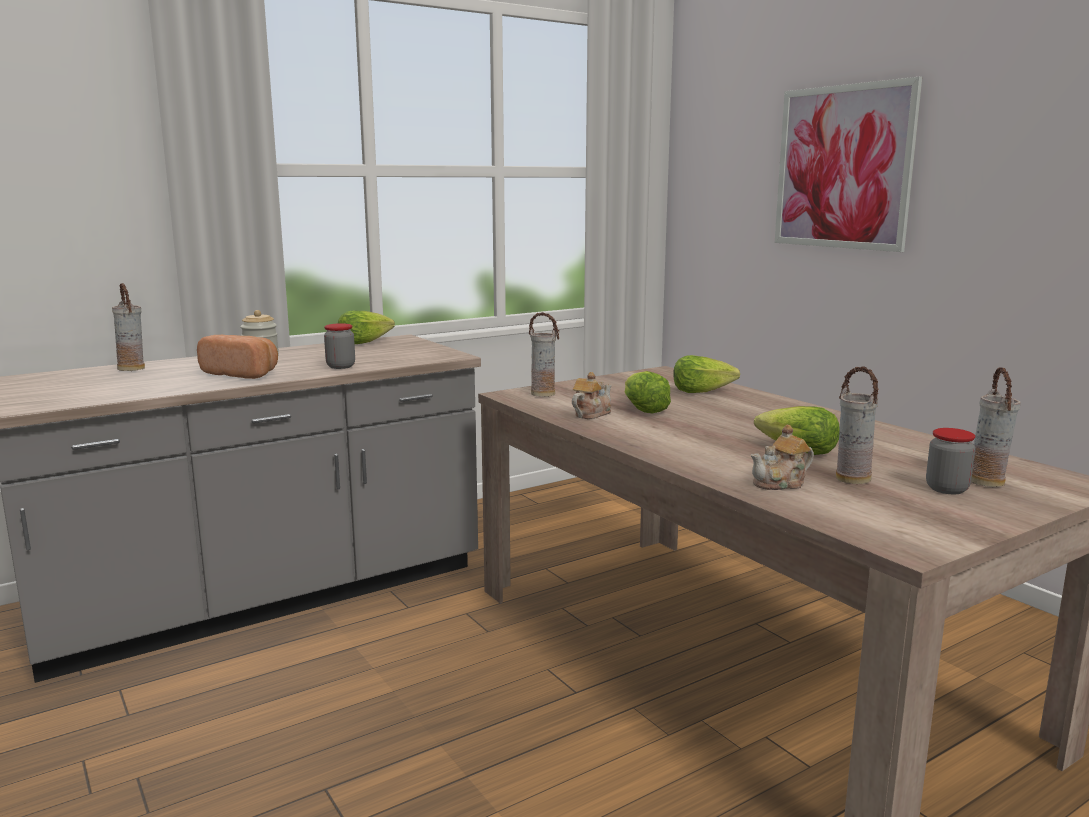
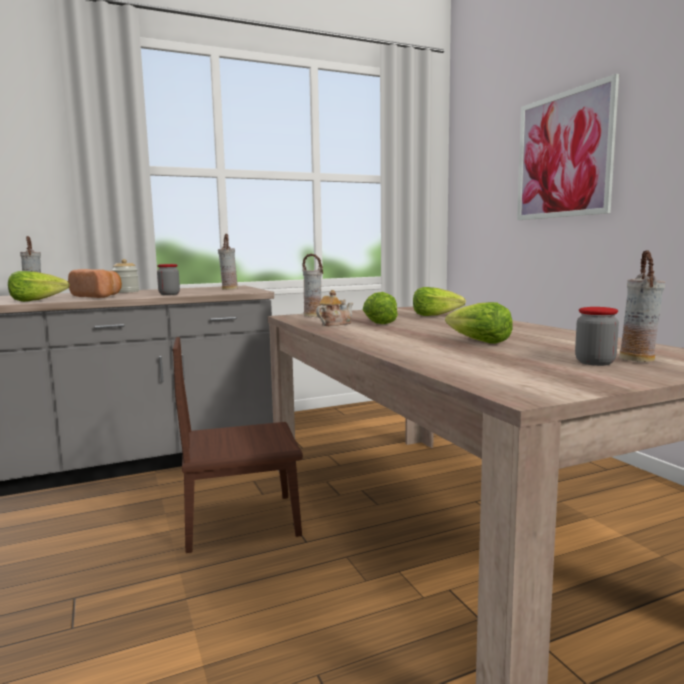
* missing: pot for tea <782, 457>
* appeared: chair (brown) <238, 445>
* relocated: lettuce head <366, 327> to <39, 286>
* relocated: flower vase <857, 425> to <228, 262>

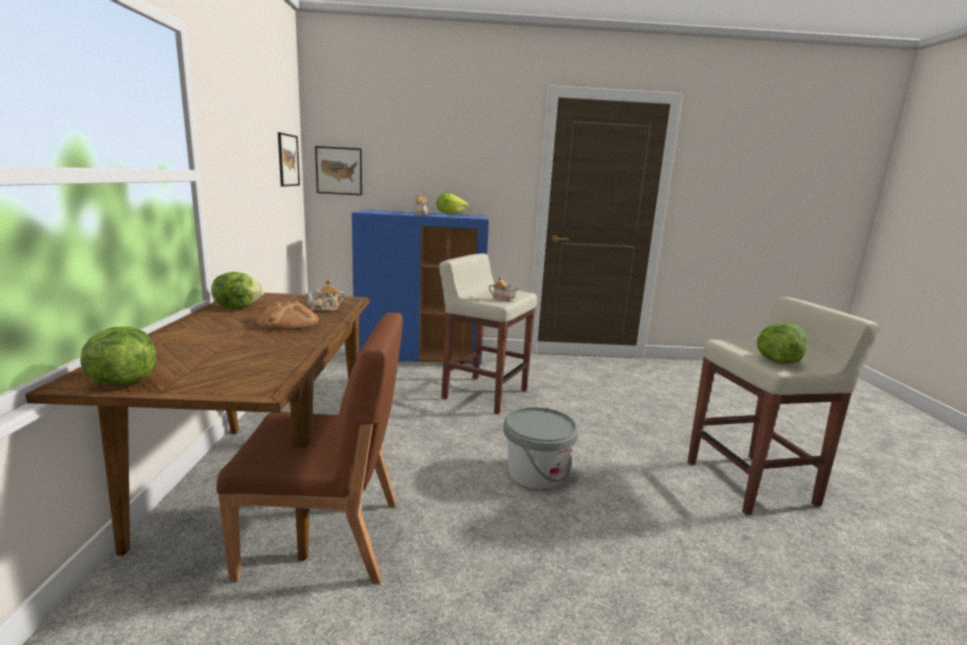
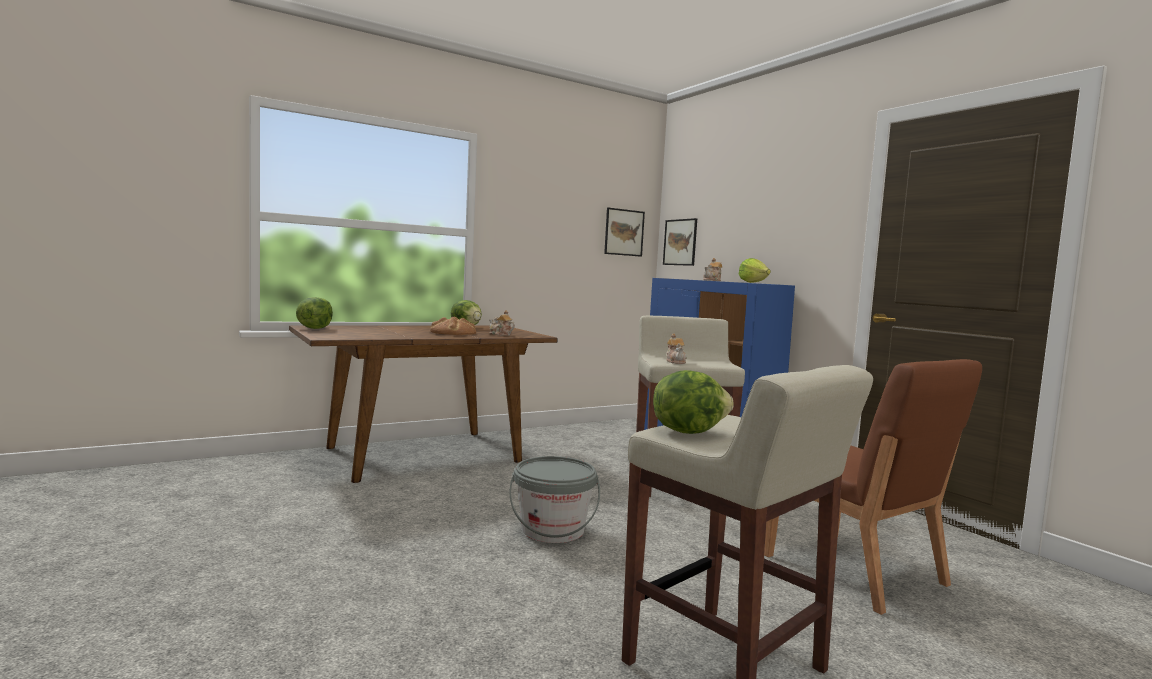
* relocated: chair (brown) <309, 448> to <873, 487>

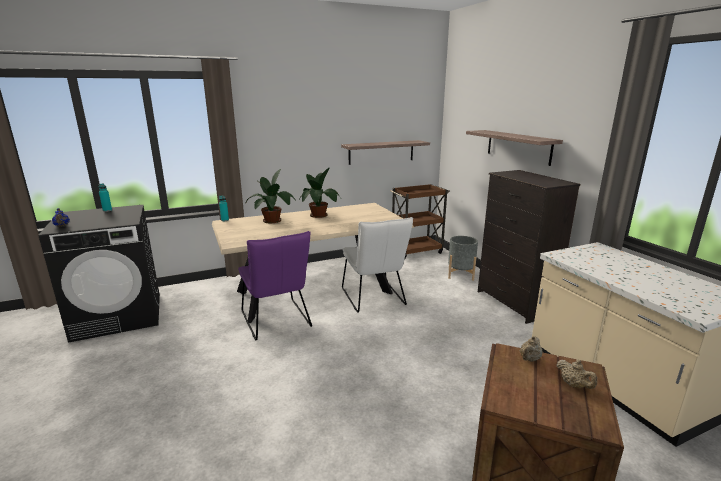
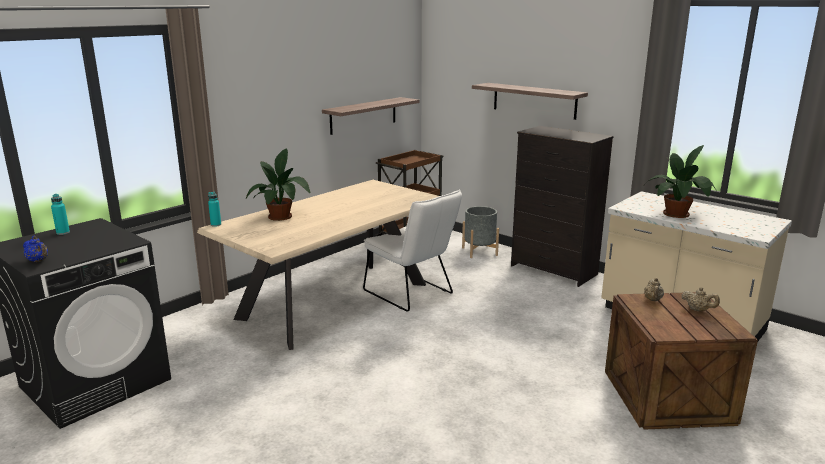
* missing: chair (purplish) <275, 285>
* relocated: plant in a pot <320, 193> to <681, 181>

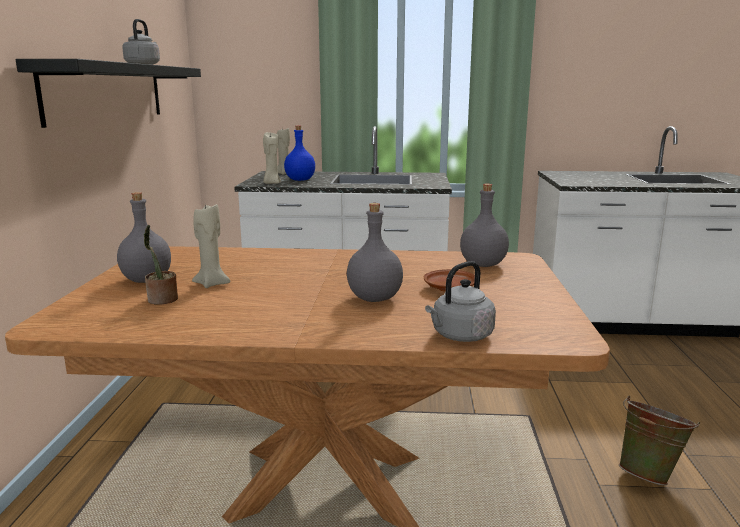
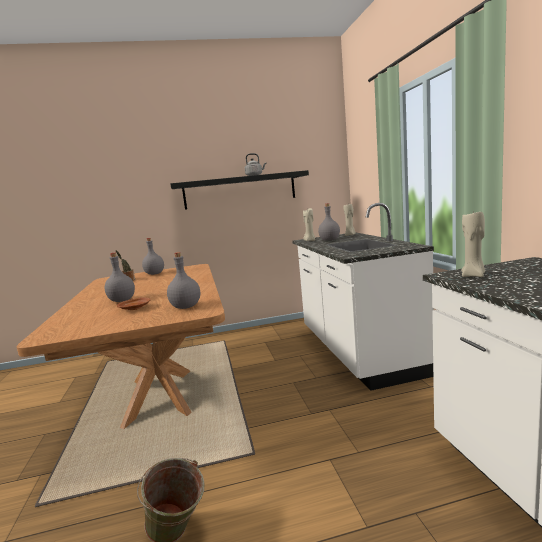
* missing: tea kettle (grey) <460, 301>
* relocated: wax candle (beige-coloured) <211, 246> to <473, 244>
* colour: beverage bottle (blue) <299, 153> to beverage bottle (grey) <329, 222>

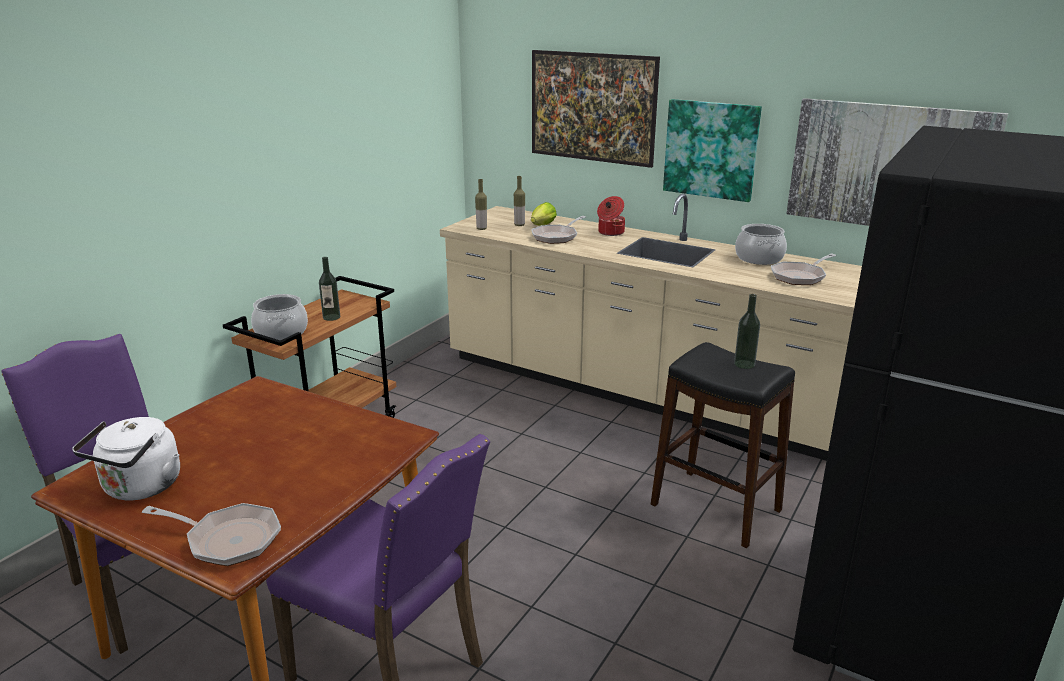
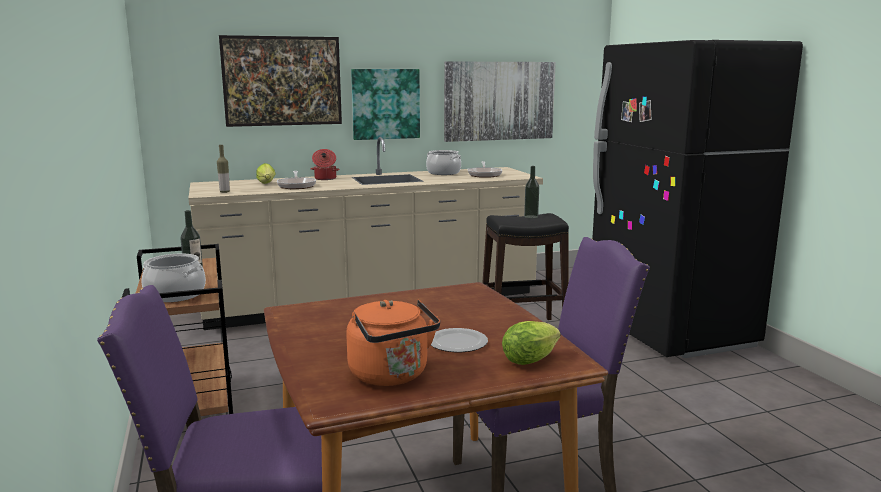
* missing: beverage bottle <519, 201>
* appeared: dinner plate <459, 340>
* exchanged: pan <211, 534> to lettuce head <531, 343>
* colour: tea kettle (whitish) <126, 458> to tea kettle (orange) <393, 343>

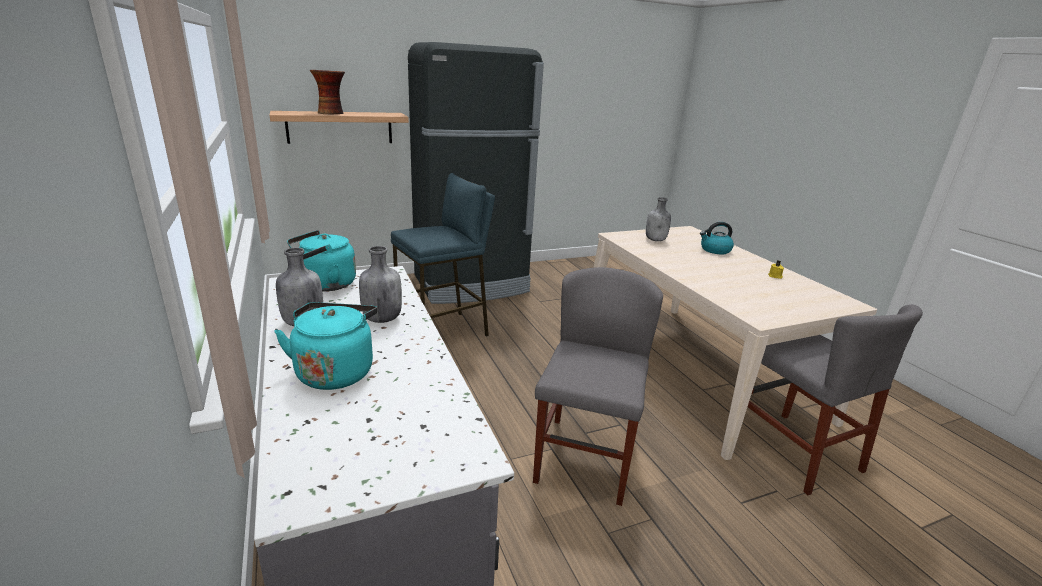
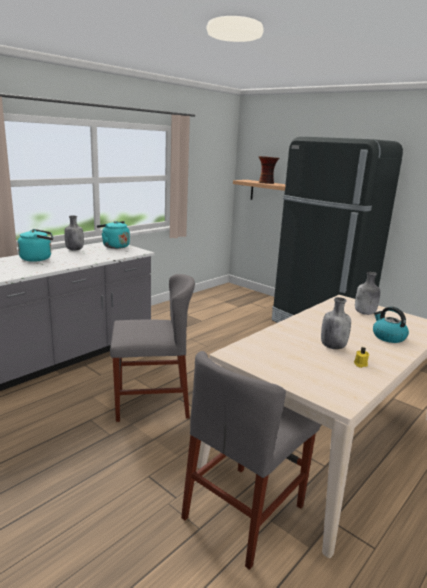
* missing: stool (blue) <443, 255>
* relocated: beverage bottle (grey) <380, 284> to <336, 323>

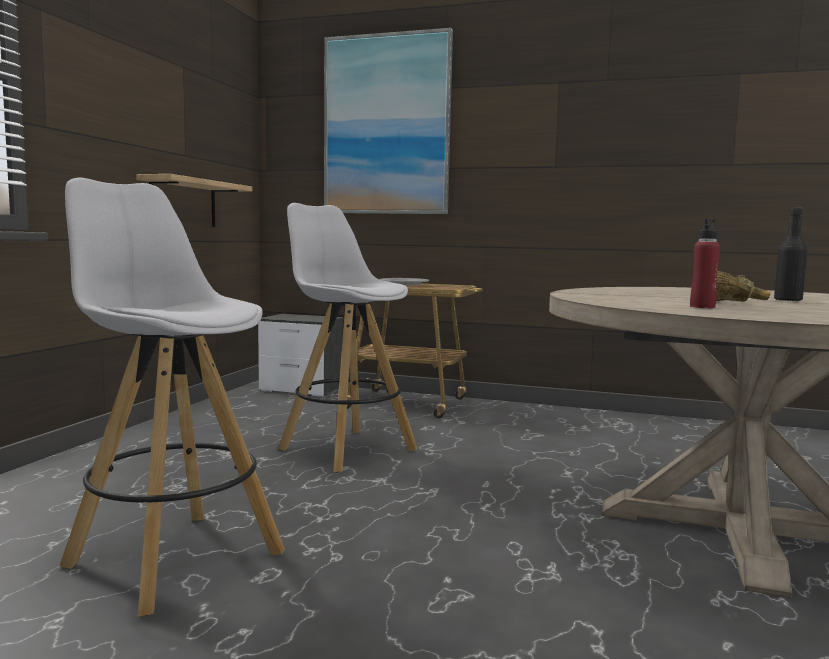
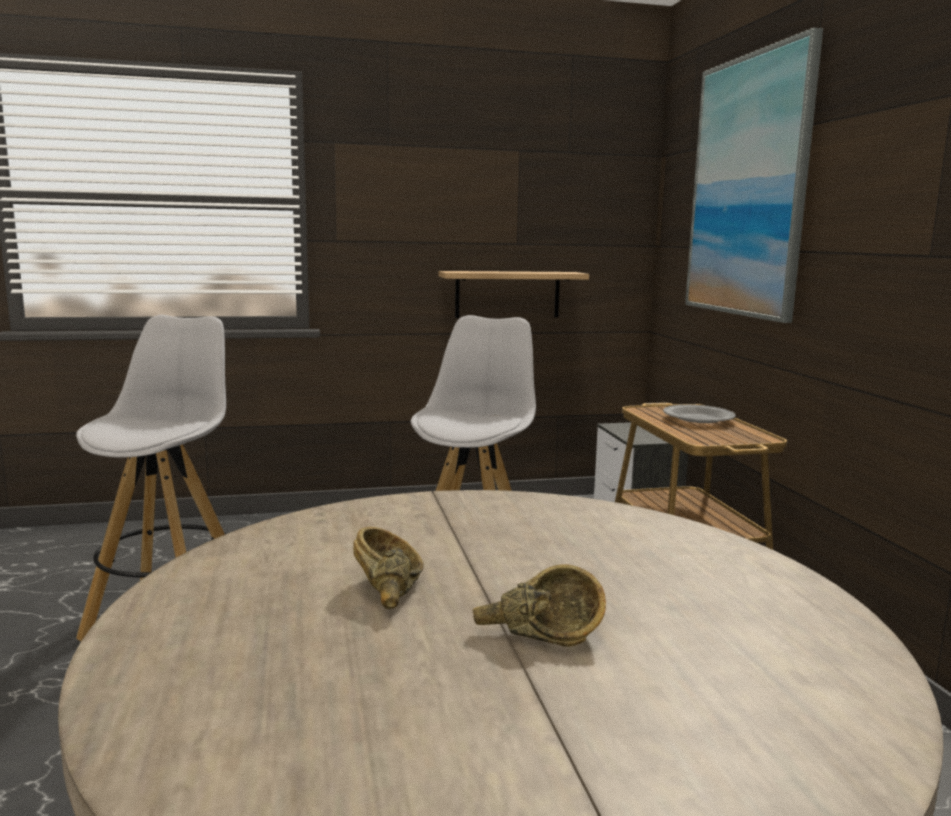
* missing: beverage bottle (red) <705, 263>
* exchanged: beverage bottle (blackish) <791, 254> to deep dish (brown) <539, 605>

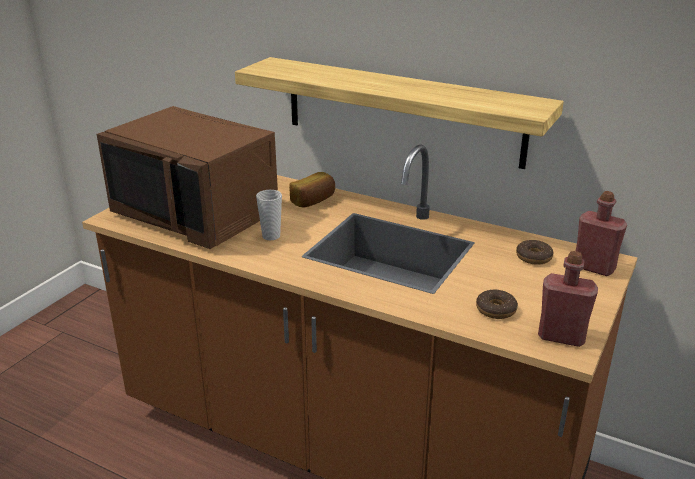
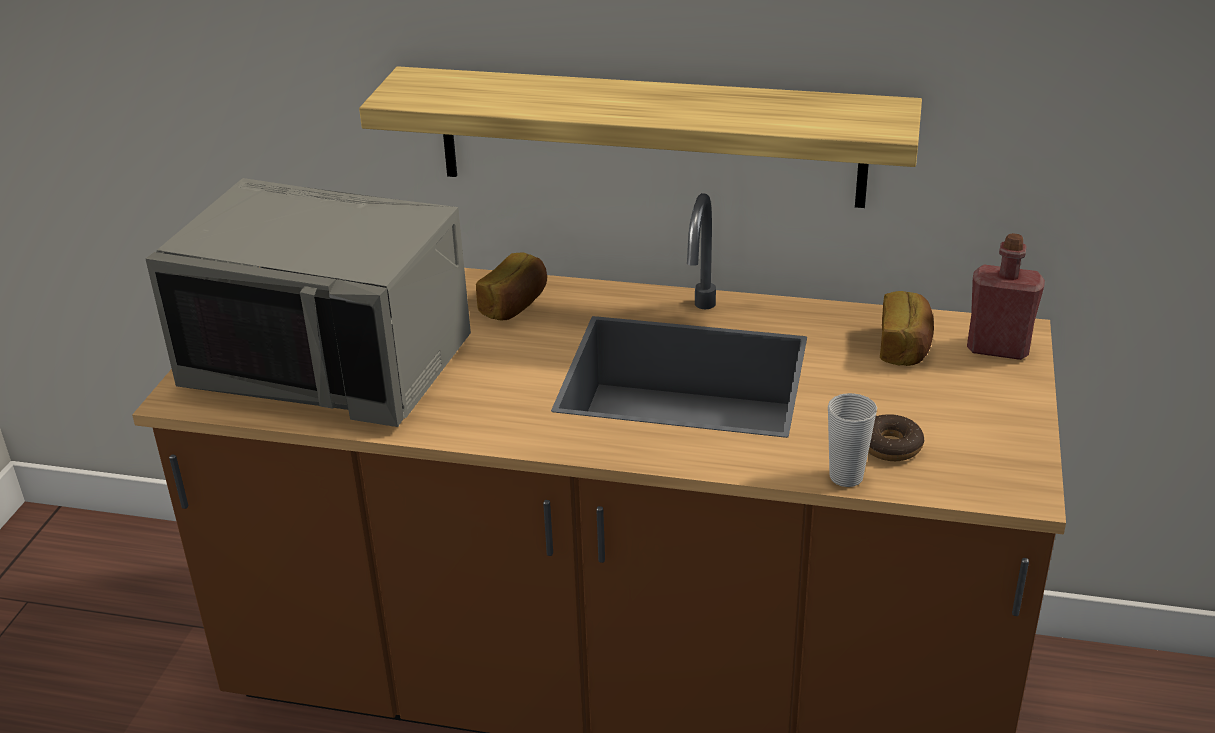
* missing: beverage bottle (red) <568, 299>
* relocated: small cup <269, 215> to <852, 440>
* exchanged: doughnut <534, 252> to baked bread <907, 328>
* colour: kitchen microwave (brown) <187, 177> to kitchen microwave (grey) <308, 302>

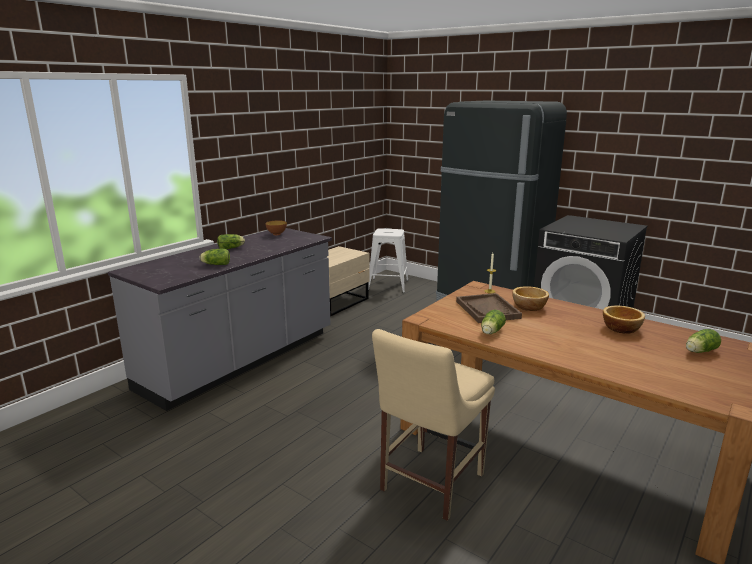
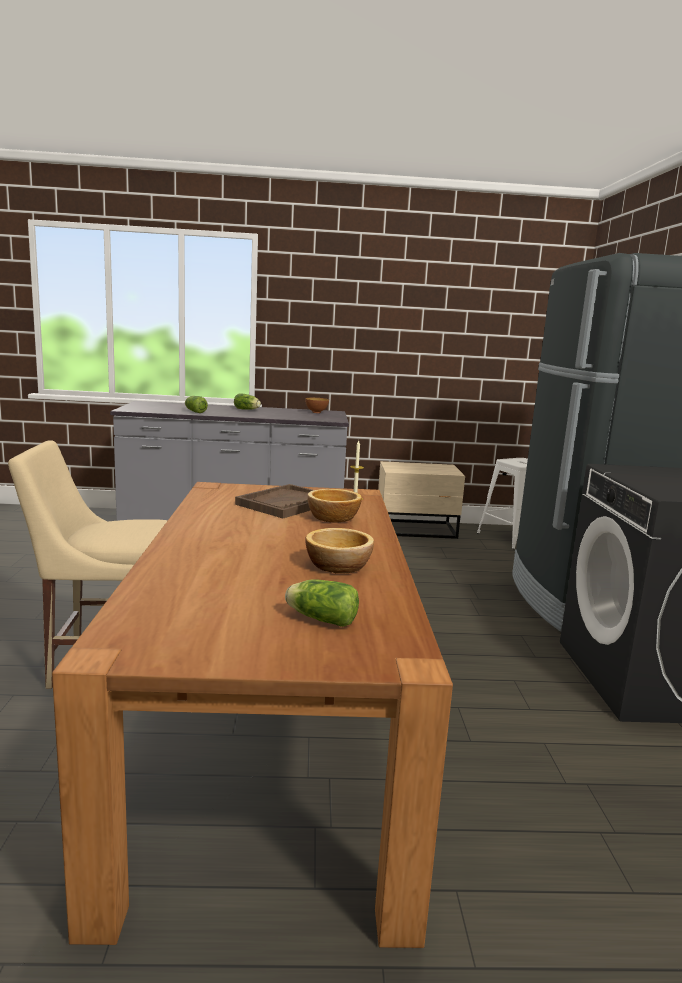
* missing: lettuce head <493, 322>

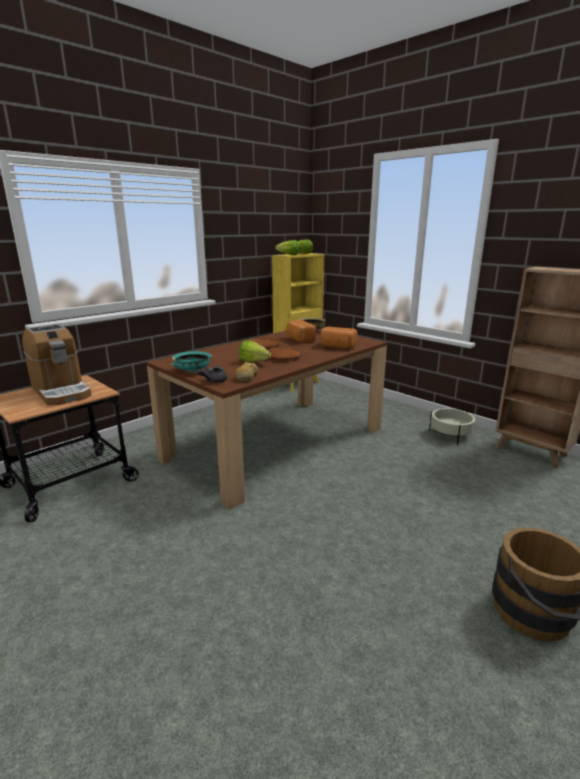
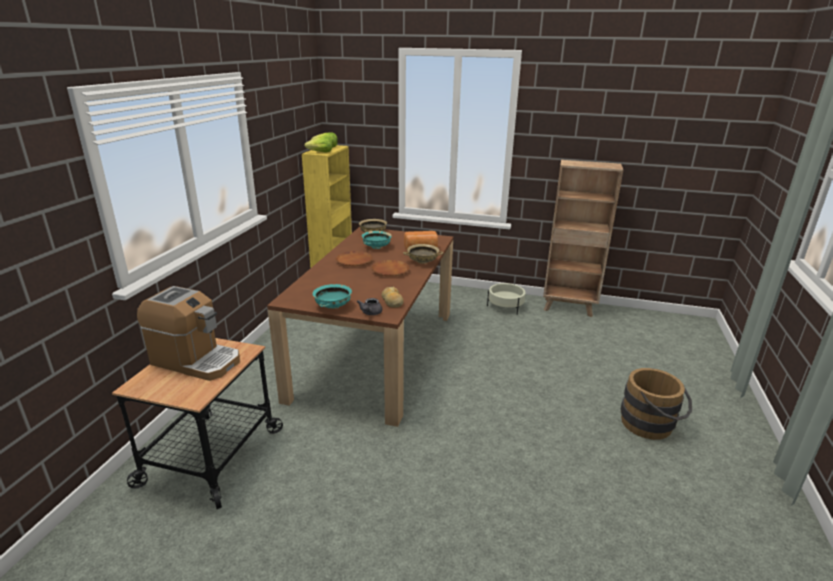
* missing: lettuce head <255, 351>
* appeared: deep dish (beige-coloured) <423, 254>
* exchanged: baked bread <301, 331> to deep dish (turquoise-coloured) <377, 240>

